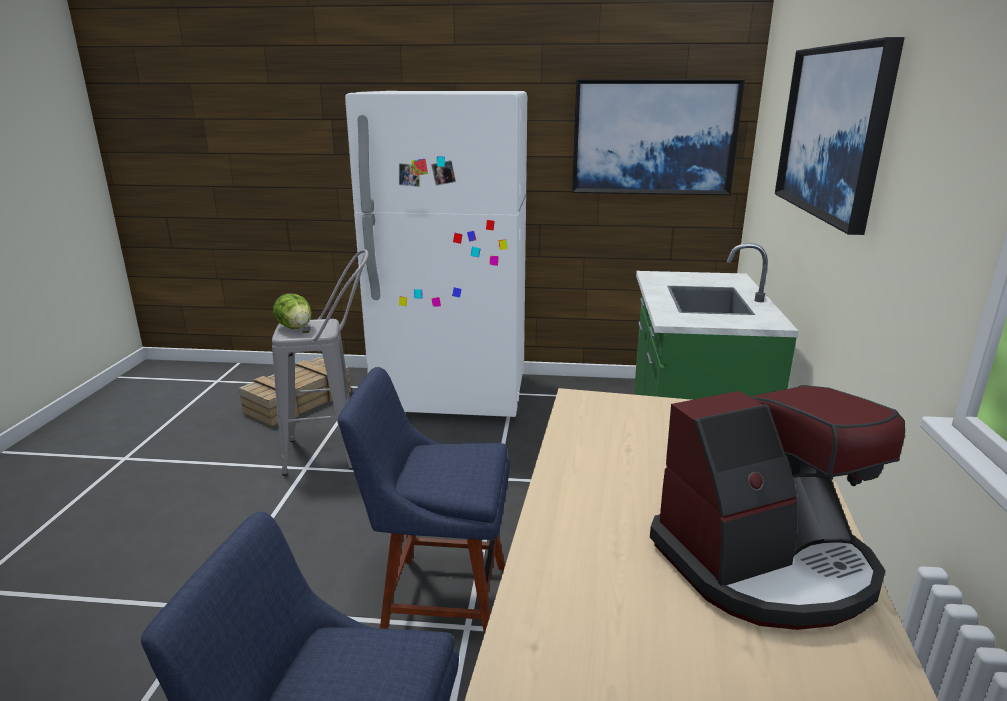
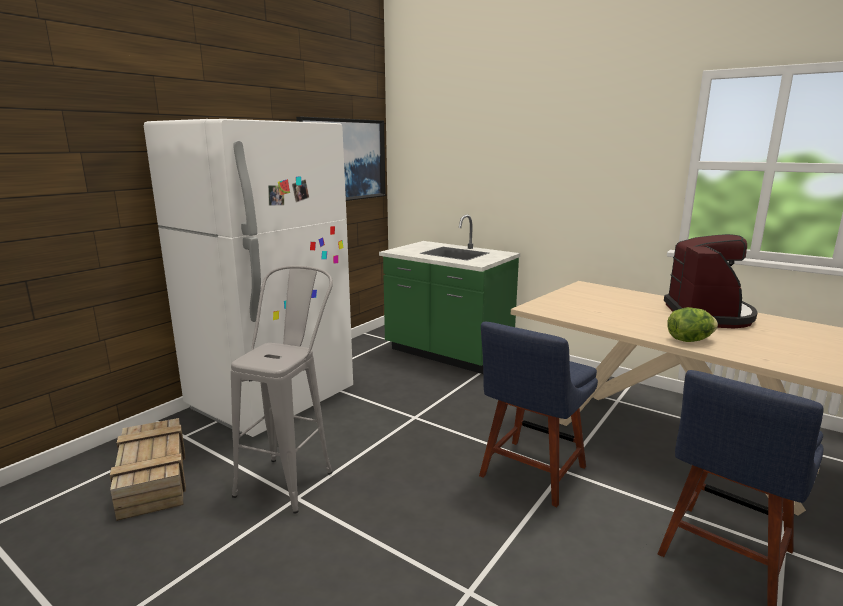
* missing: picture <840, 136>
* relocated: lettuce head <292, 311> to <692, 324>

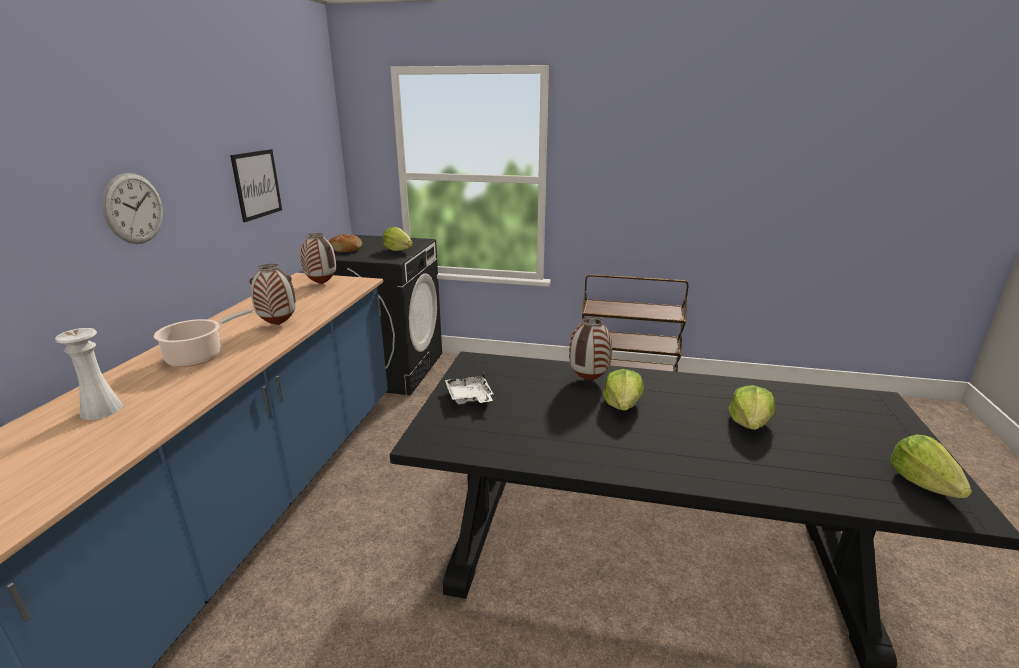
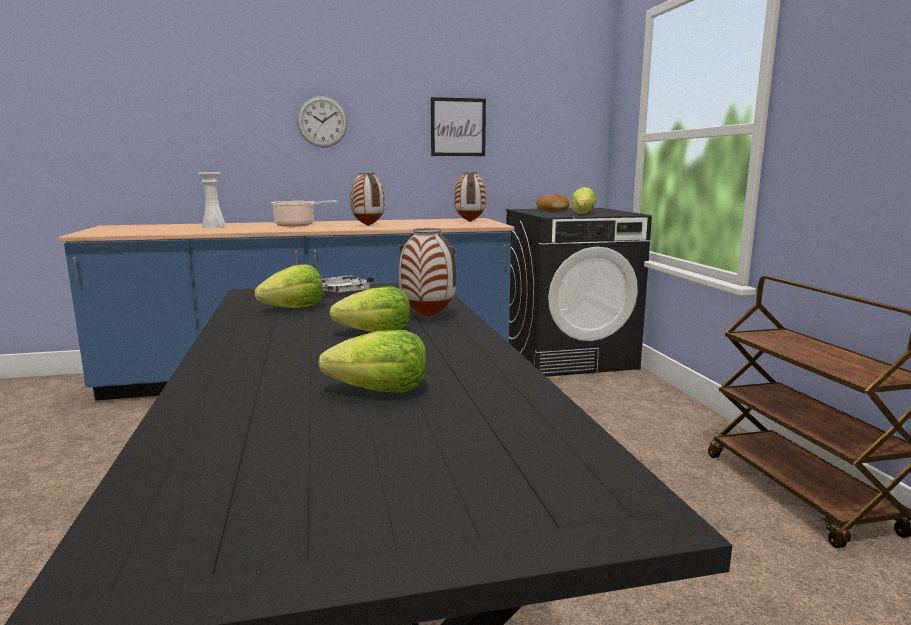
* relocated: lettuce head <931, 466> to <289, 286>

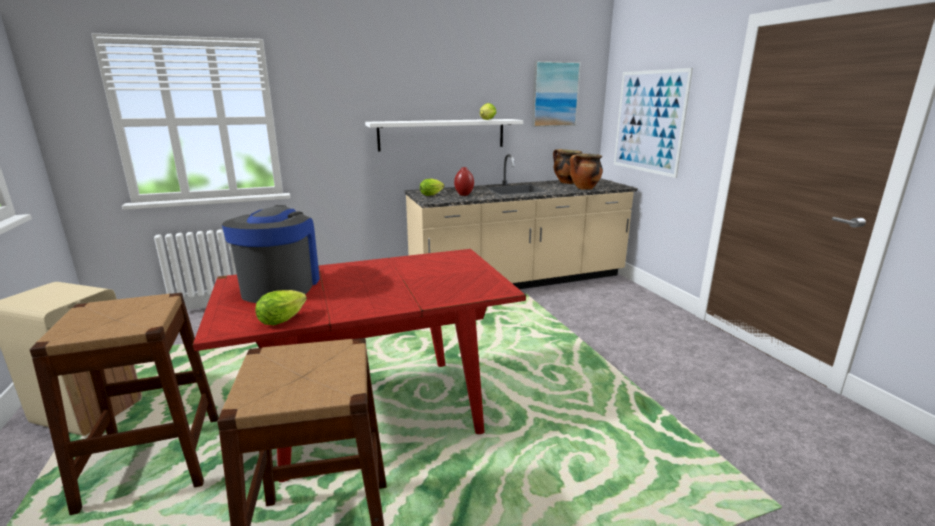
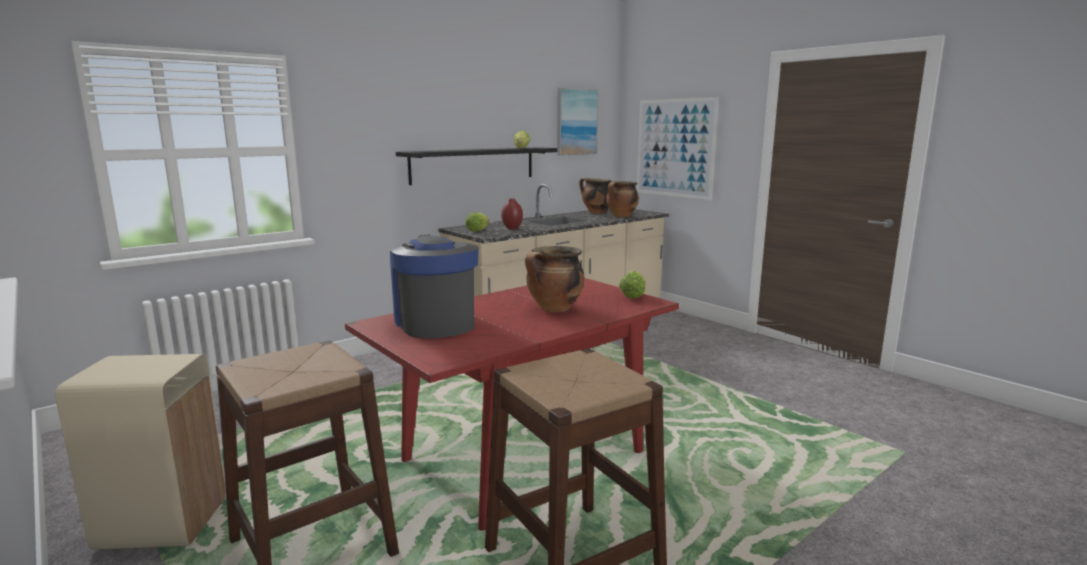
* appeared: saucepot <554, 279>
* relocated: lettuce head <281, 307> to <632, 285>
* colour: shelf (whitish) <444, 135> to shelf (blackish) <476, 166>

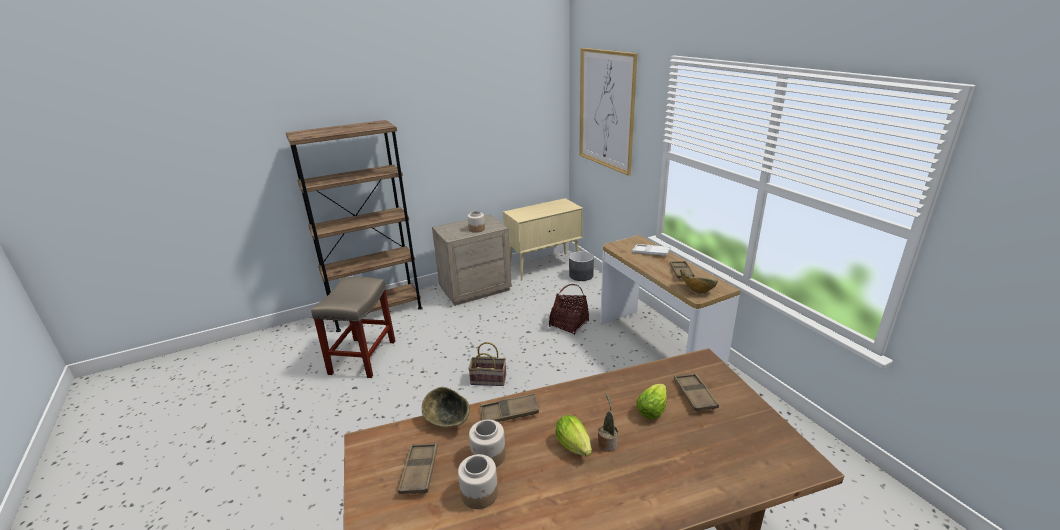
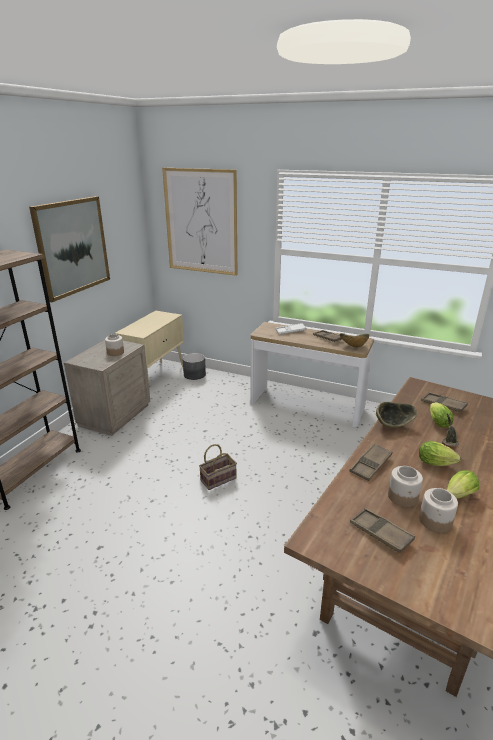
* missing: stool (beige-coloured) <353, 327>
* missing: household basket <569, 309>
* appeared: picture <69, 249>
* appeared: lettuce head <463, 484>
* relocated: deep dish <446, 407> to <396, 415>

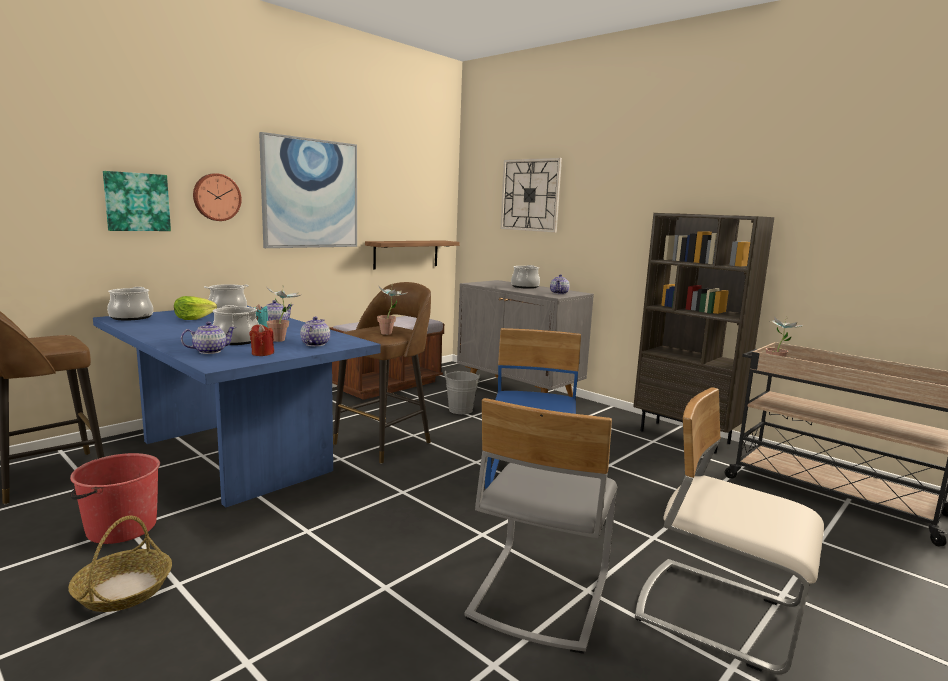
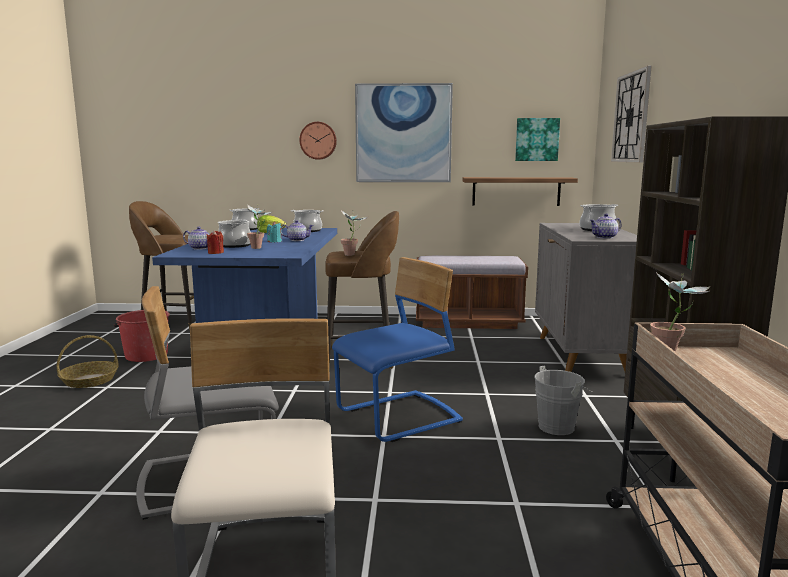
* missing: pot for tea <315, 331>
* relocated: picture <137, 201> to <537, 139>
* relocated: water bucket (grey) <462, 392> to <563, 400>

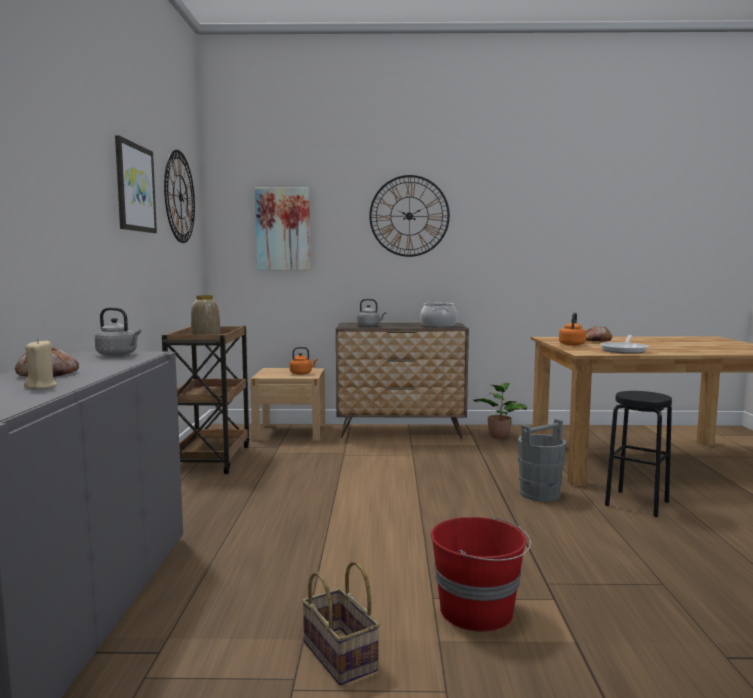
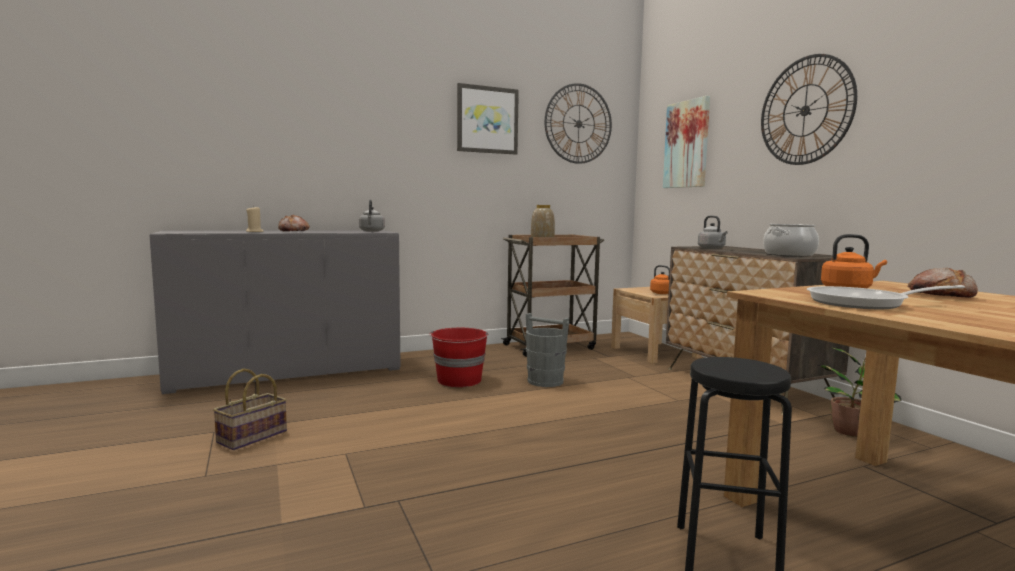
* relocated: water bucket (red) <481, 574> to <458, 357>
* relocated: water bucket (grey) <542, 460> to <547, 350>

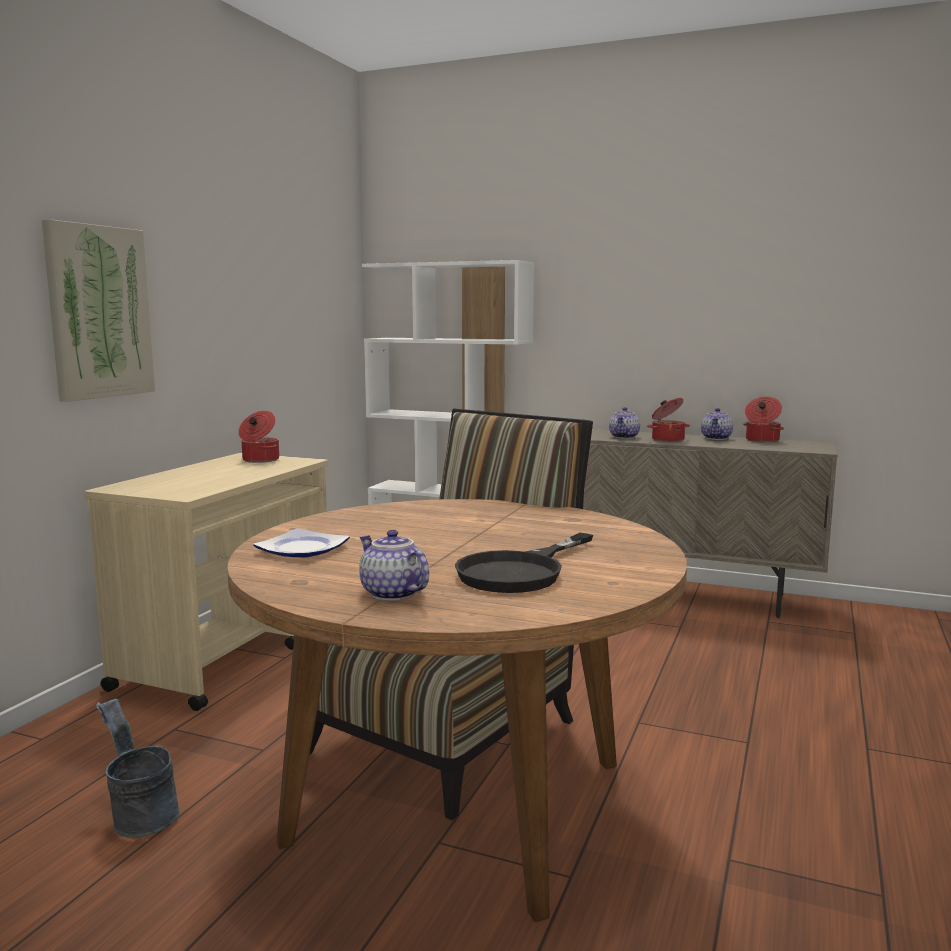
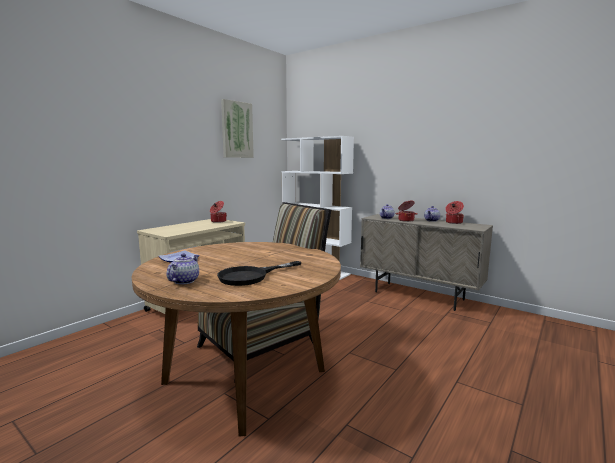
* missing: water bucket (grey) <137, 768>
* relocated: picture <98, 310> to <237, 128>
* spun: pot for tea <394, 565> = <182, 268> 45 degrees clockwise

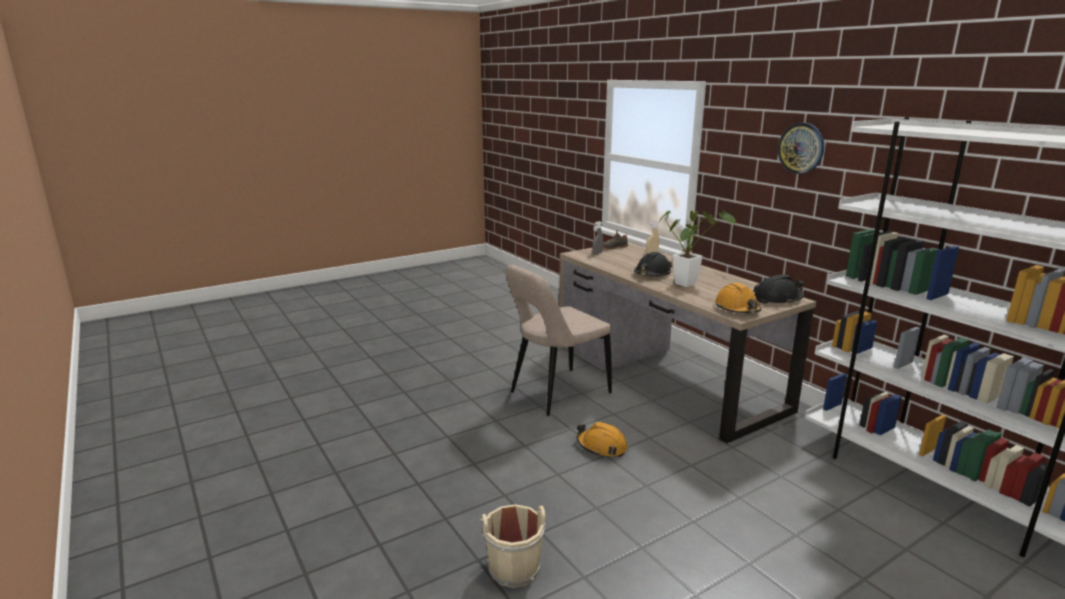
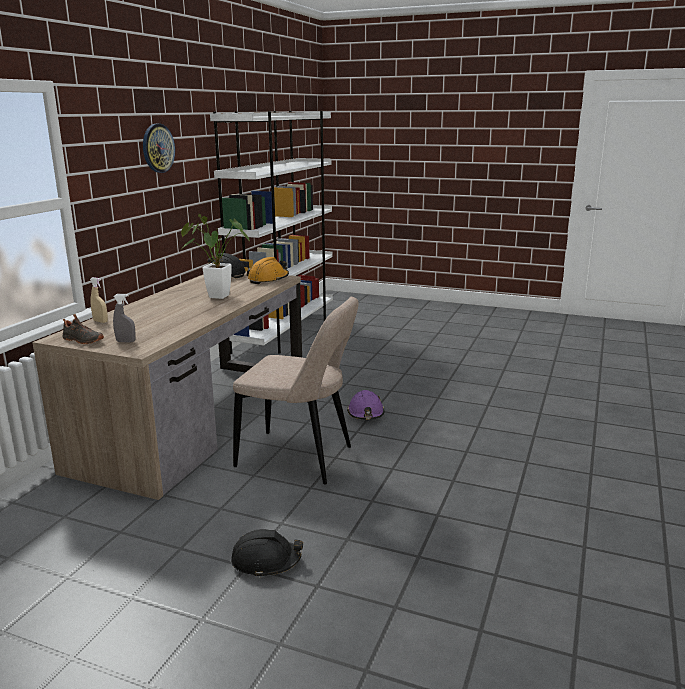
* missing: water bucket (beige-coloured) <512, 546>
* relocated: hard hat (blackish) <653, 264> to <267, 553>
* colour: hard hat (orange) <602, 439> to hard hat (purplish) <366, 404>

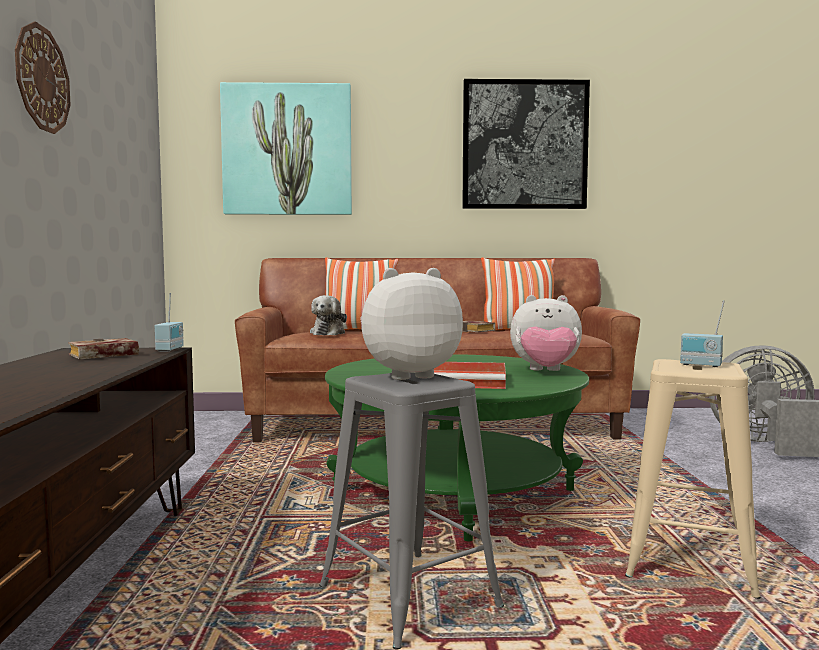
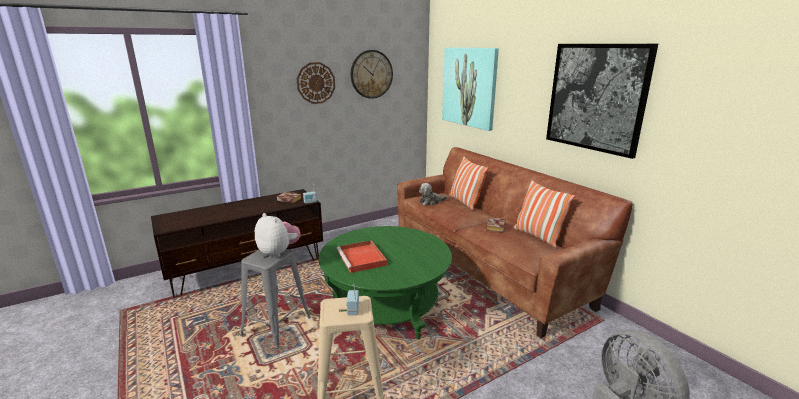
* missing: cuddly toy <546, 333>
* appeared: wall clock <372, 74>

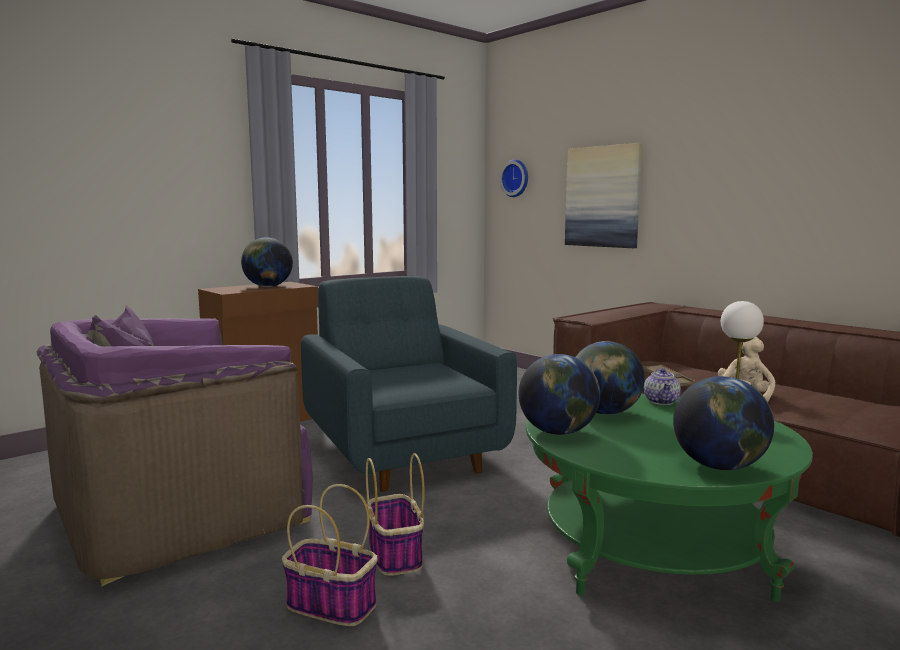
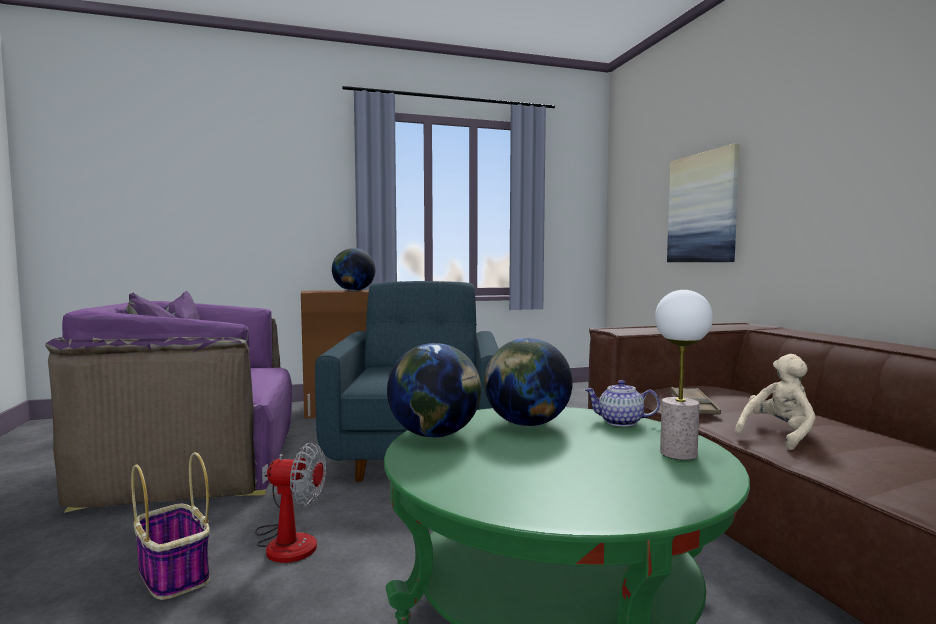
* missing: wall clock <514, 178>
* missing: globe <723, 423>
* exchanged: household basket <395, 514> to cooling fan <290, 503>
* spun: pot for tea <662, 386> = <622, 403> 75 degrees clockwise

